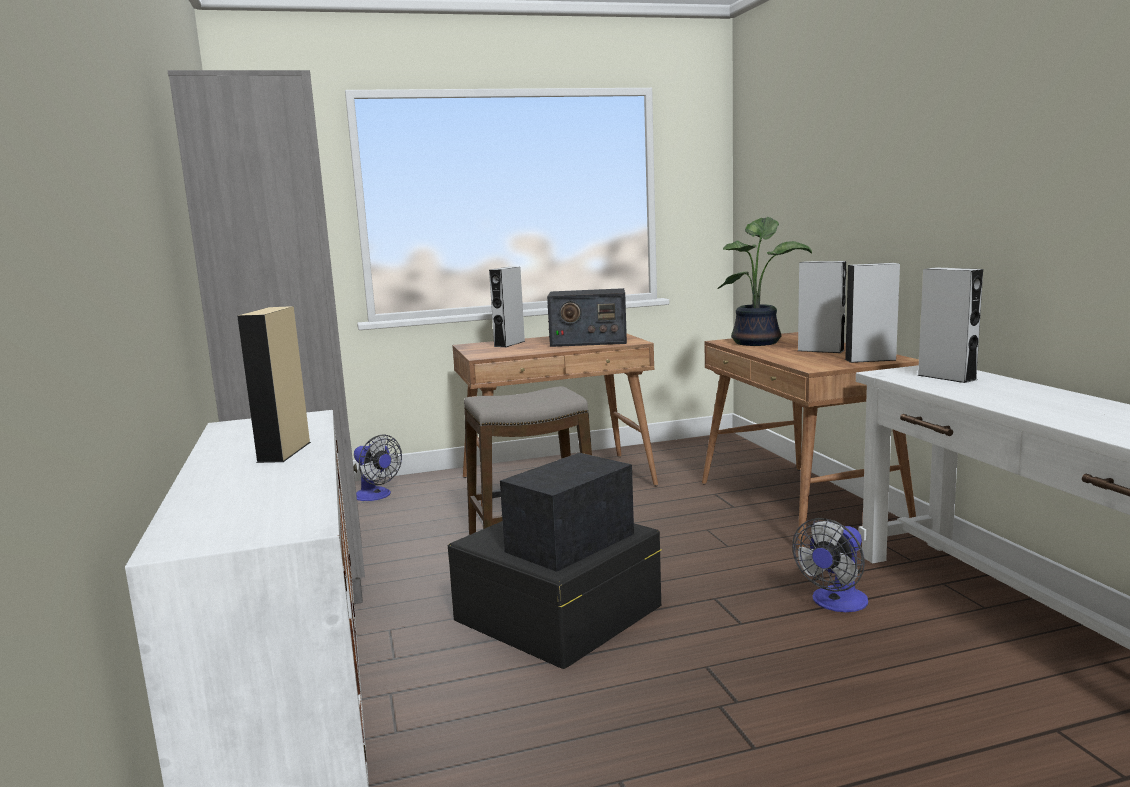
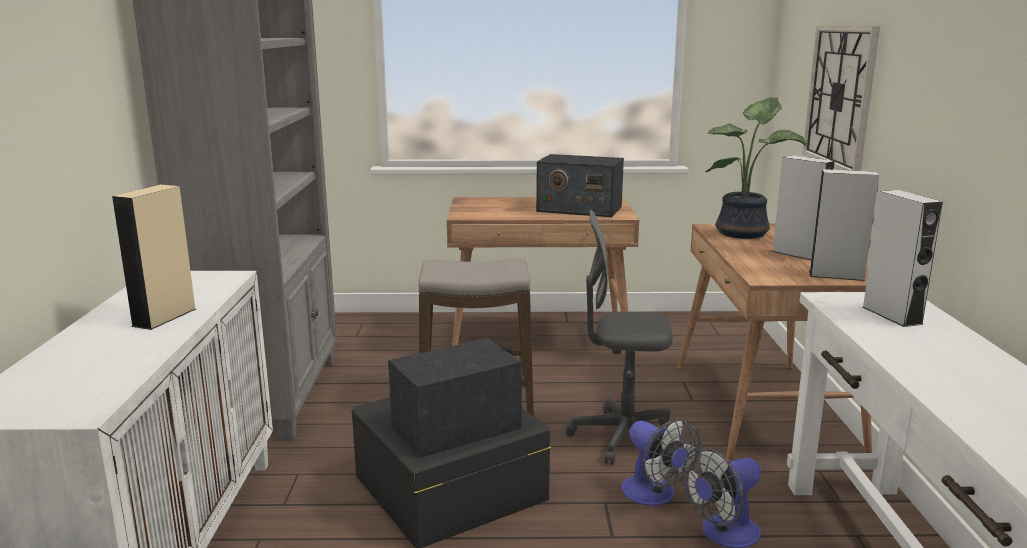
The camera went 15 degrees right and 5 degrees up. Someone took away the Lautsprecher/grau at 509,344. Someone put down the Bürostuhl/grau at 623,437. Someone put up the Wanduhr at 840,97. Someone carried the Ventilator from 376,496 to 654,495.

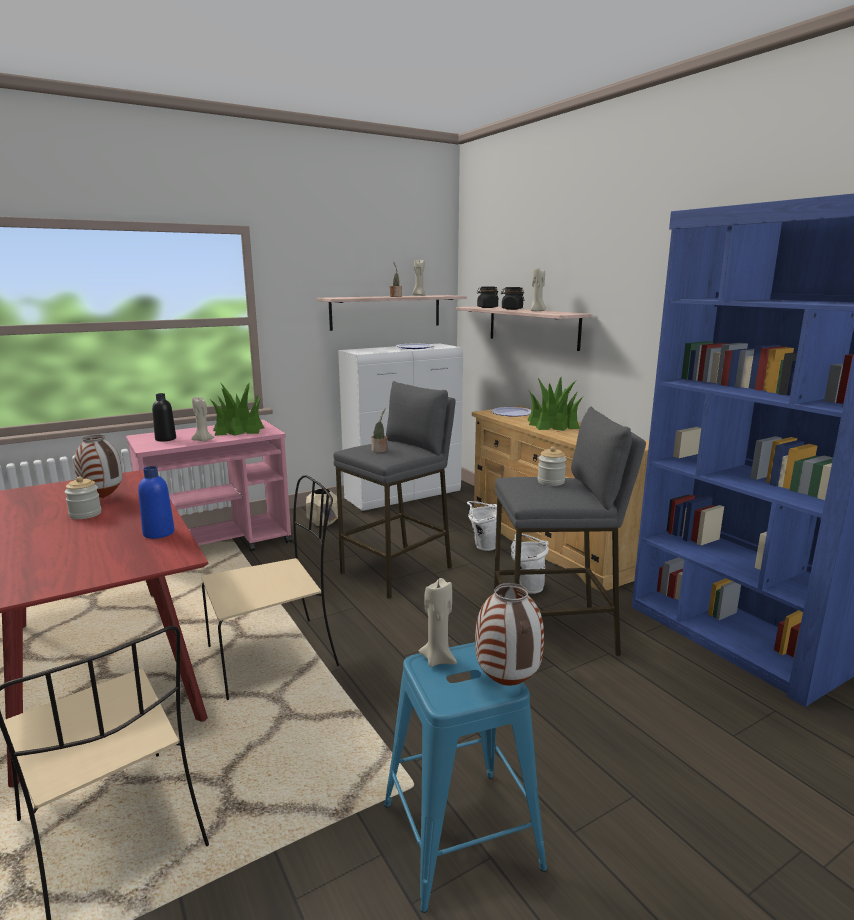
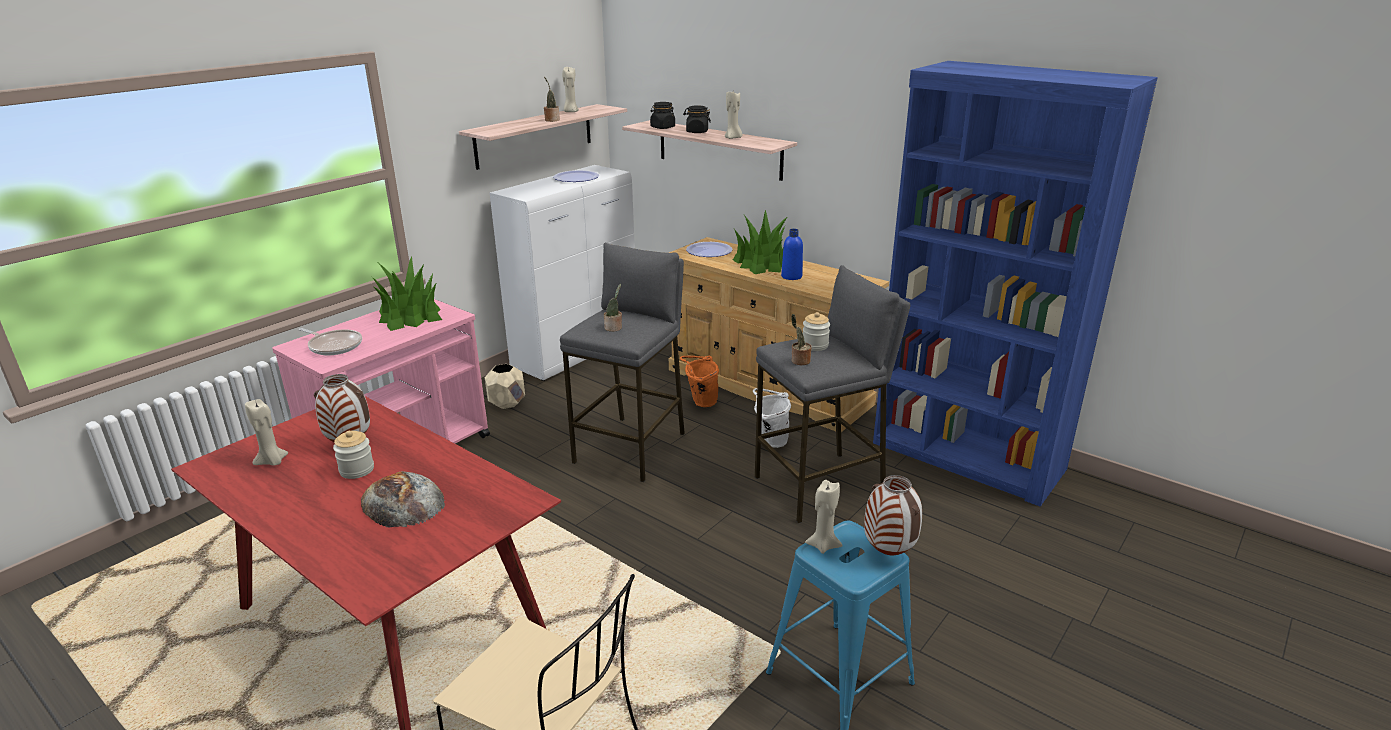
The camera went 20 degrees left and 10 degrees up. Someone took away the Stuhl/beige at 276,656. Someone put down the Brot at 402,502. Someone put down the Topfpflanze at 799,361. Someone carried the Flasche/blau from 159,533 to 791,276. Someone carried the Kerze/beige from 203,440 to 272,462. Someone swapped the Flasche/schwarz at 165,439 for the Pfanne at 334,346. Someone repainted the Eimer/weiß at 482,546, which became the Eimer/orange at 700,402.

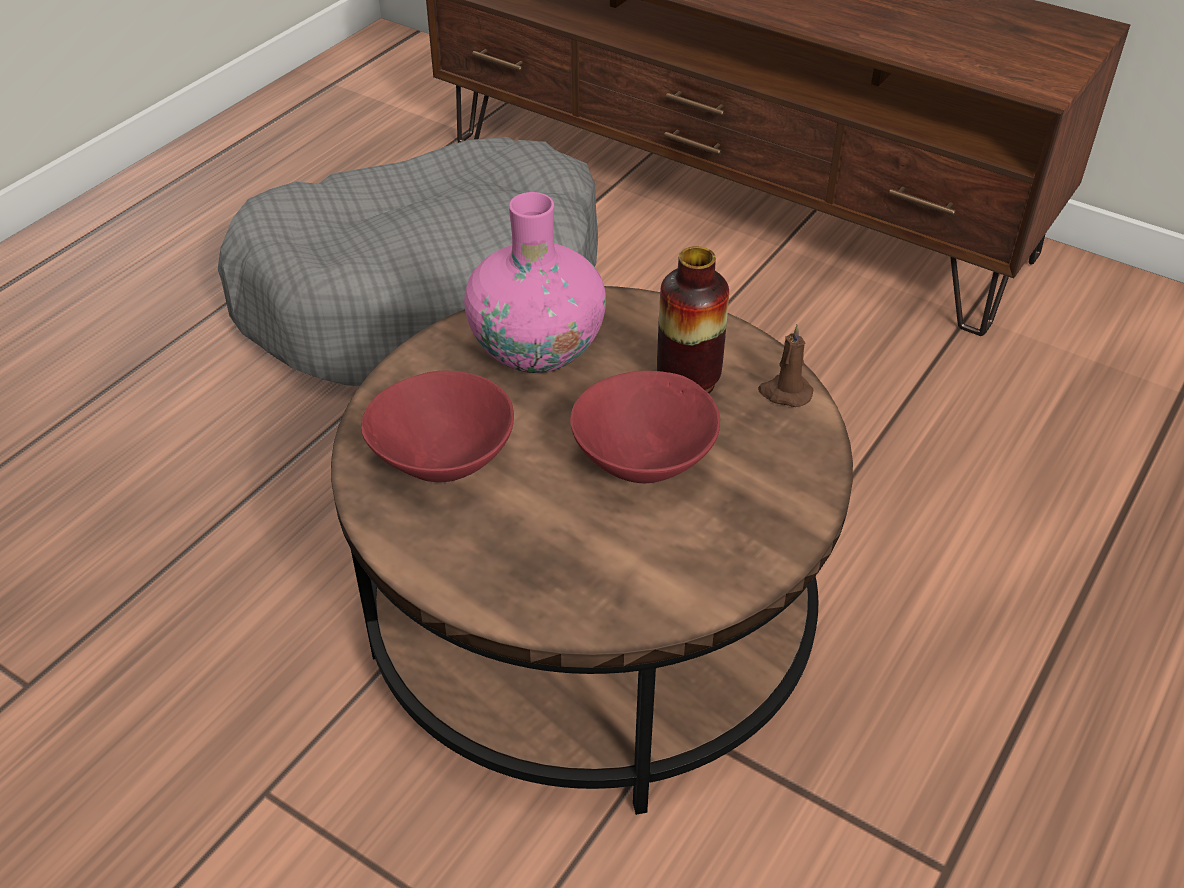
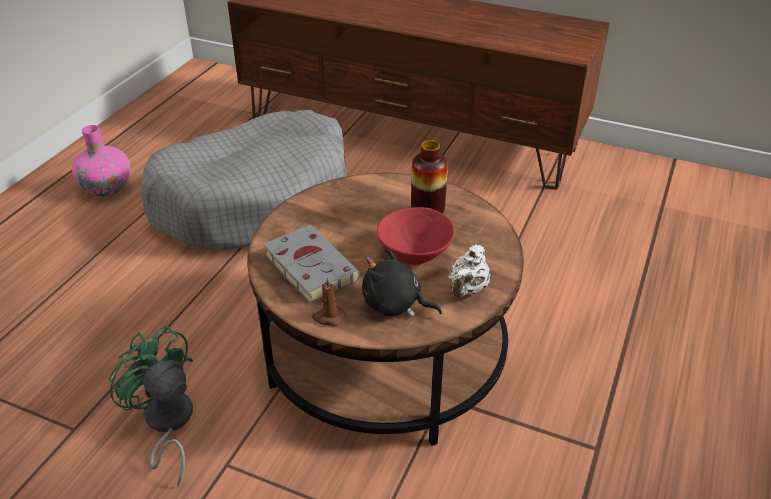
The camera went 10 degrees left and 5 degrees down. Someone put down the Ventilator/grün at 166,424. Someone put down the Plüschtier/schwarz at 395,305. Someone put down the Teekanne/weiß at 467,290. Someone carried the Vase/rosa from 537,348 to 107,188. Someone carried the Kerze/braun from 784,393 to 328,317. Someone swapped the Schüssel/rot at 442,461 for the Buch/grau at 308,266.

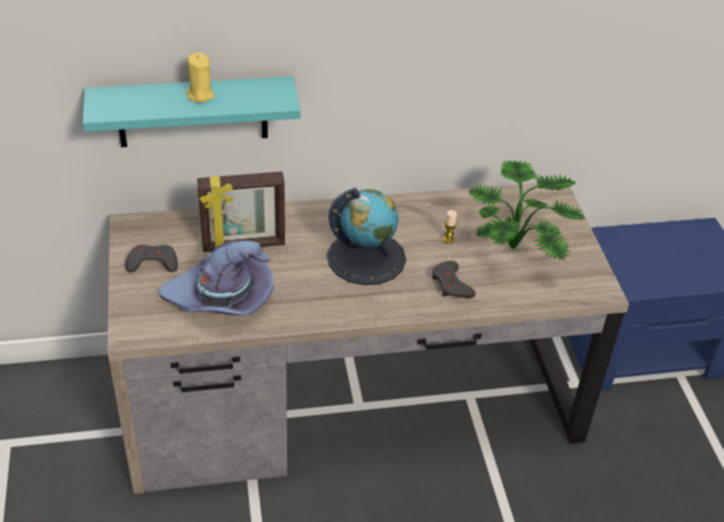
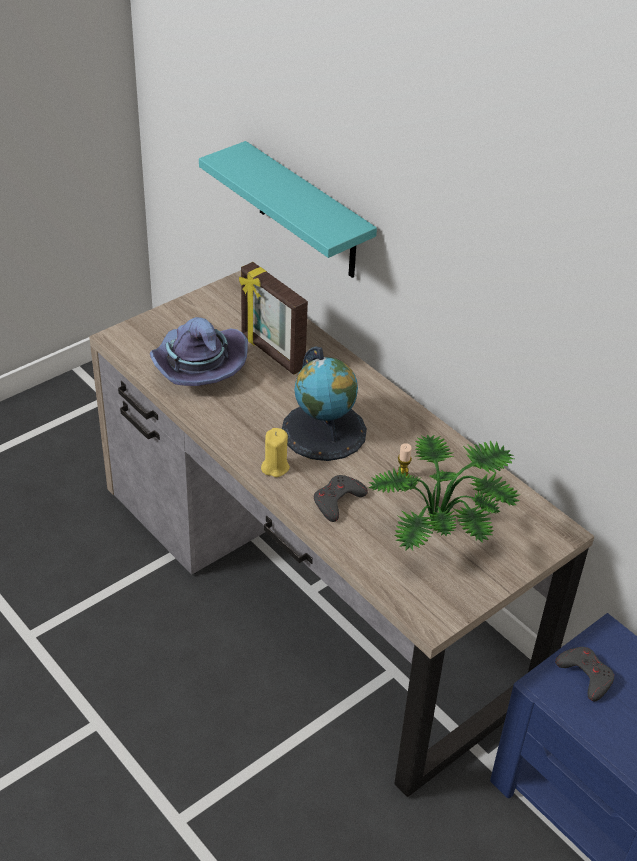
The camera went 60 degrees right and 0 degrees up. Someone carried the Gamepad/grau from 152,263 to 585,675. Someone carried the Kerze/gelb from 200,95 to 275,467.

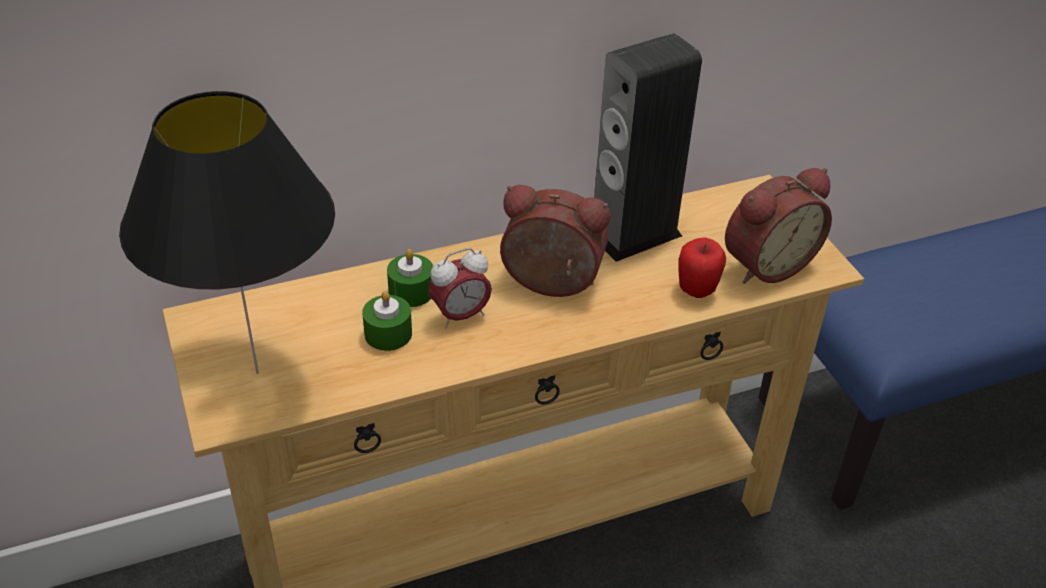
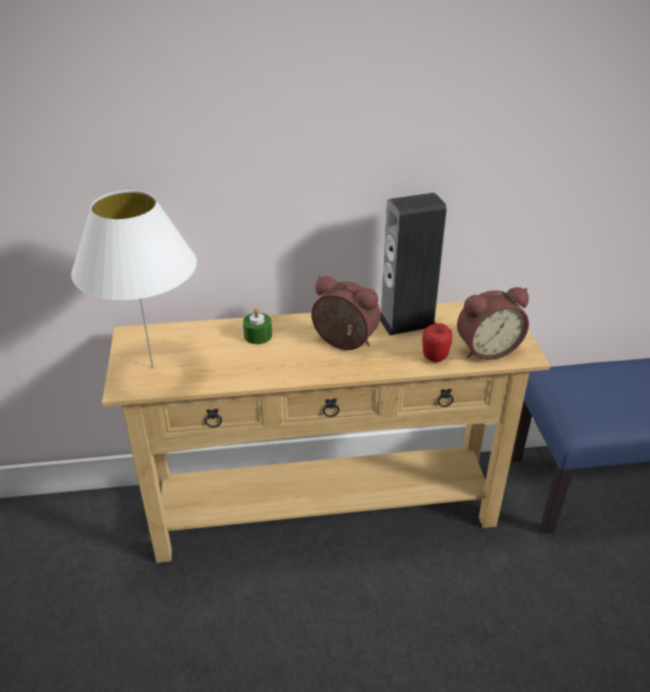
The camera went 15 degrees right and 5 degrees down. Someone took away the Kerze/grün at 388,334. Someone took away the Wecker at 460,316. Someone repainted the Tischlampe/schwarz at 256,372, which became the Tischlampe/weiß at 152,366.

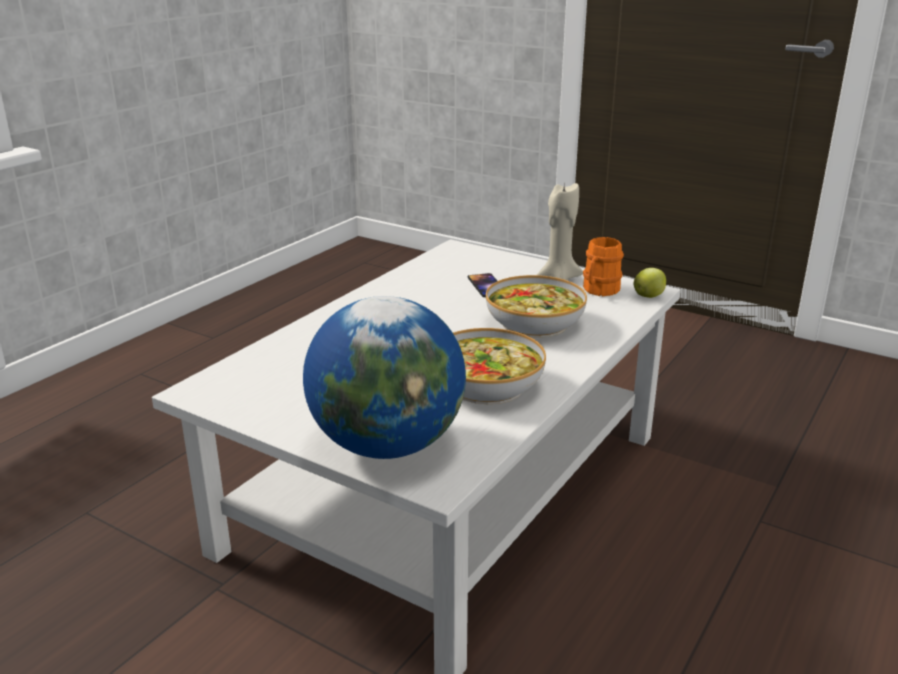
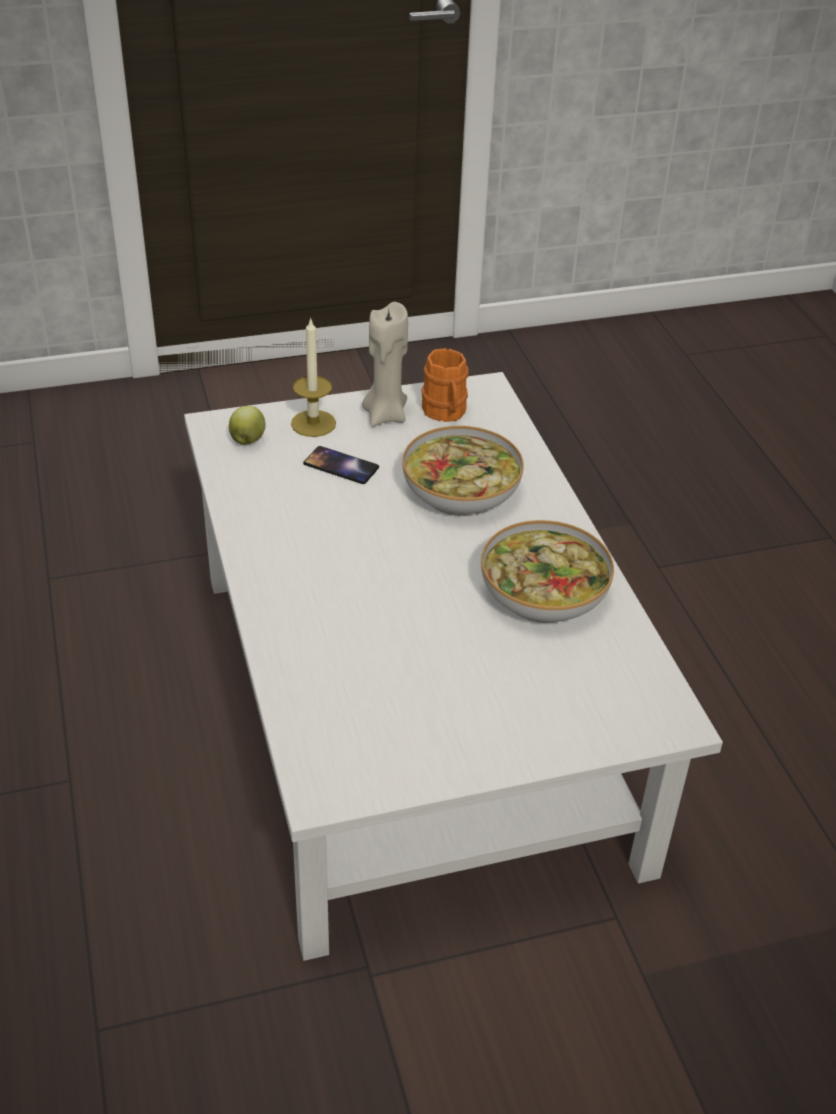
The camera went 50 degrees left and 15 degrees up. Someone took away the Globus at 387,445. Someone put down the Kerze at 313,423. Someone carried the Apfel from 649,296 to 248,440.

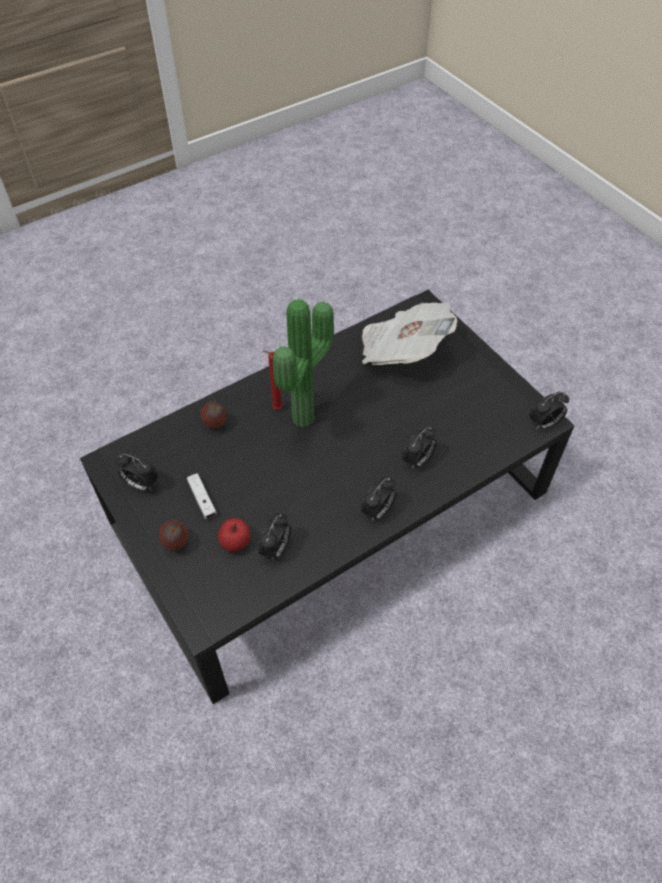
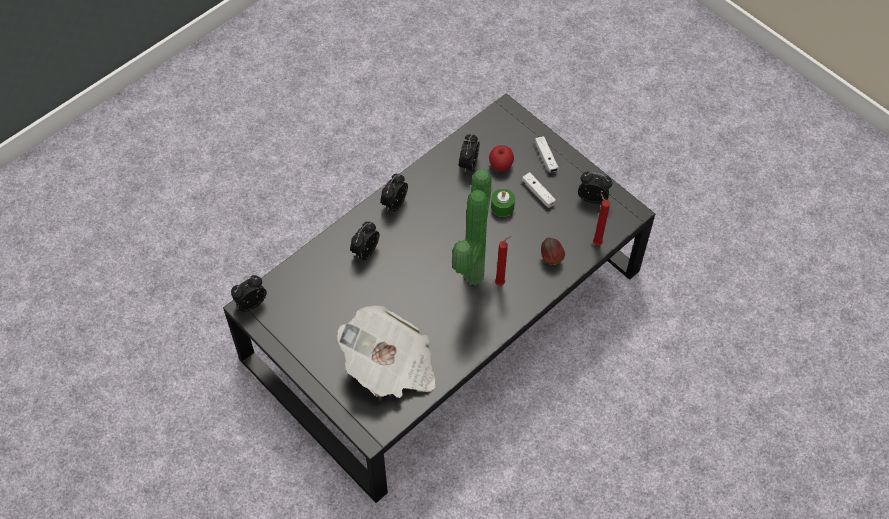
The camera went 170 degrees right and 5 degrees up. Someone put down the Kerze/grün at 502,207. Someone put down the Kerze/rot at 596,242. Someone swapped the Apfel at 176,544 for the Gamepad/weiß at 546,157.

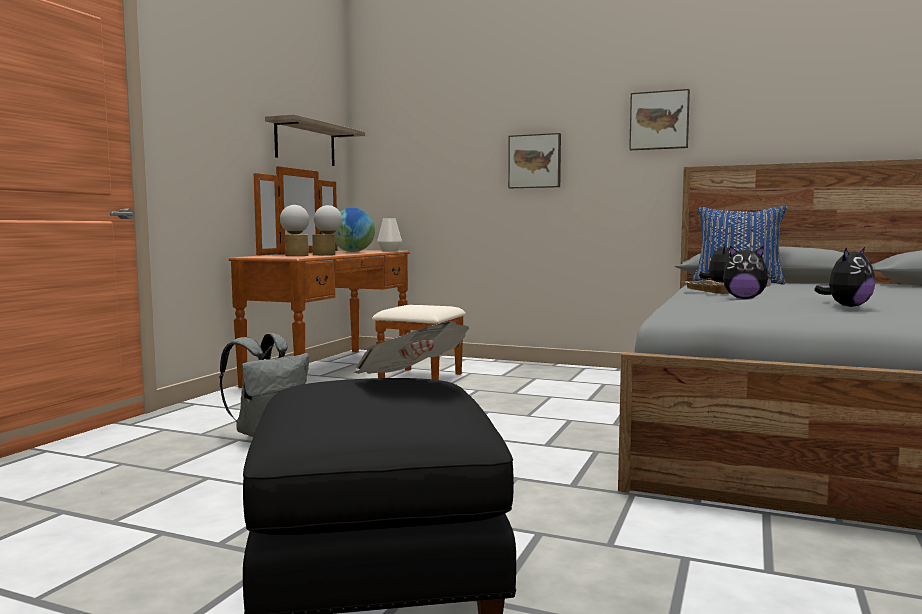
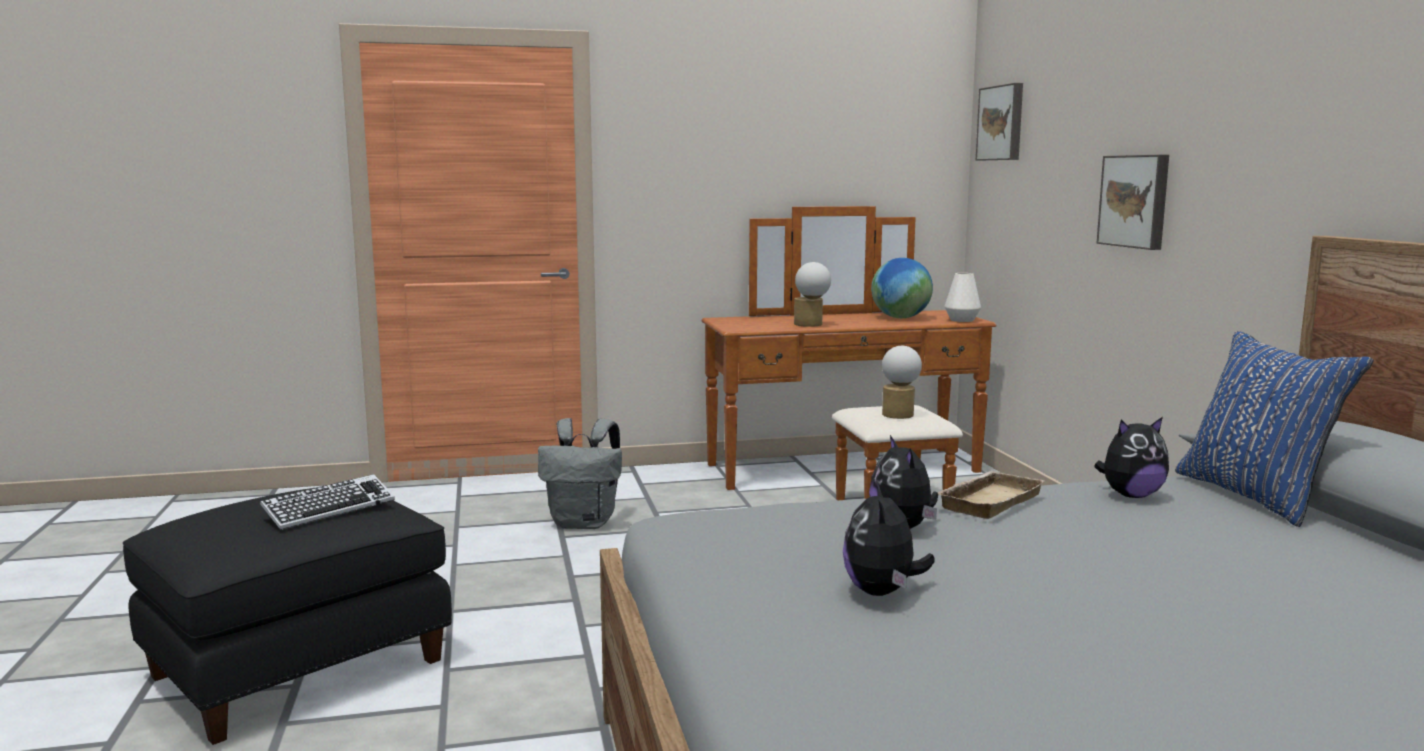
The camera went 55 degrees right and 5 degrees up. Someone took away the Wandregal at 305,143. Someone carried the Tischlampe from 296,255 to 899,414. Someone carried the Bild from 659,120 to 1002,123. Someone swapped the Zeitung at 411,381 for the Tastatur at 329,509. Someone rotated the Plüschtier at 847,306 by 75 degrees clockwise.

